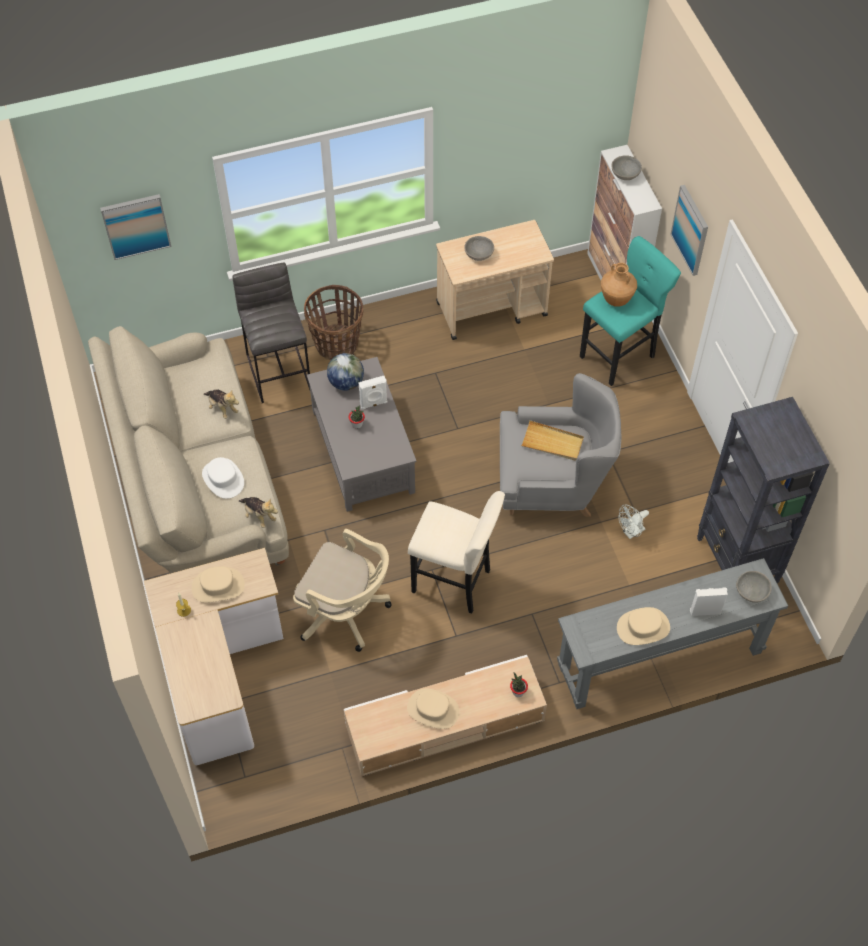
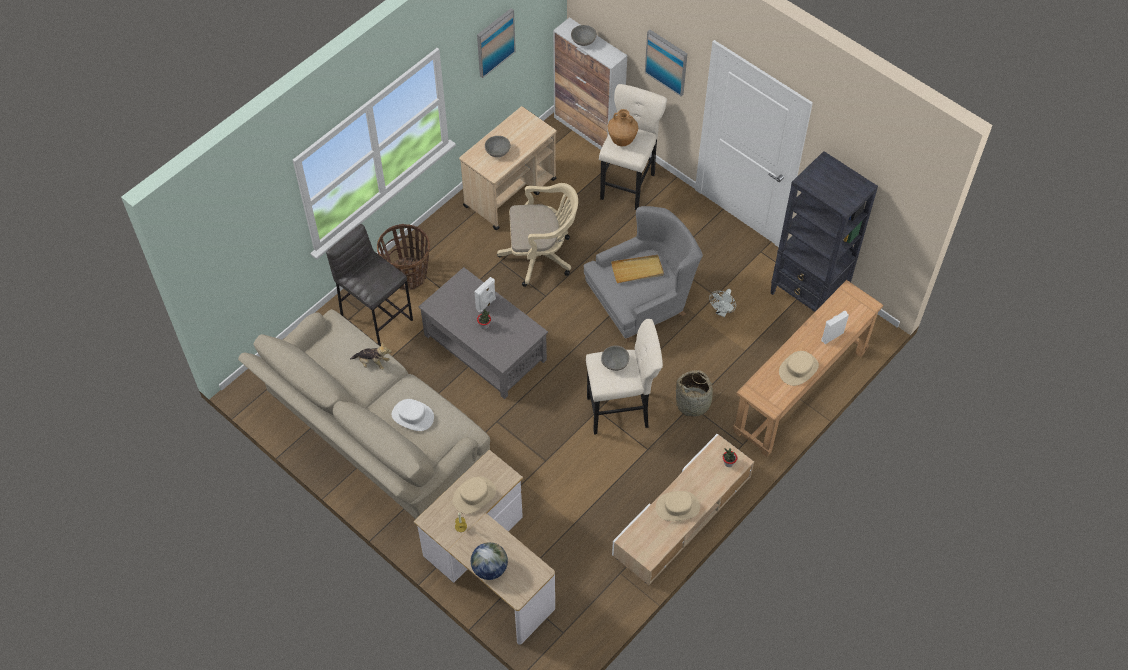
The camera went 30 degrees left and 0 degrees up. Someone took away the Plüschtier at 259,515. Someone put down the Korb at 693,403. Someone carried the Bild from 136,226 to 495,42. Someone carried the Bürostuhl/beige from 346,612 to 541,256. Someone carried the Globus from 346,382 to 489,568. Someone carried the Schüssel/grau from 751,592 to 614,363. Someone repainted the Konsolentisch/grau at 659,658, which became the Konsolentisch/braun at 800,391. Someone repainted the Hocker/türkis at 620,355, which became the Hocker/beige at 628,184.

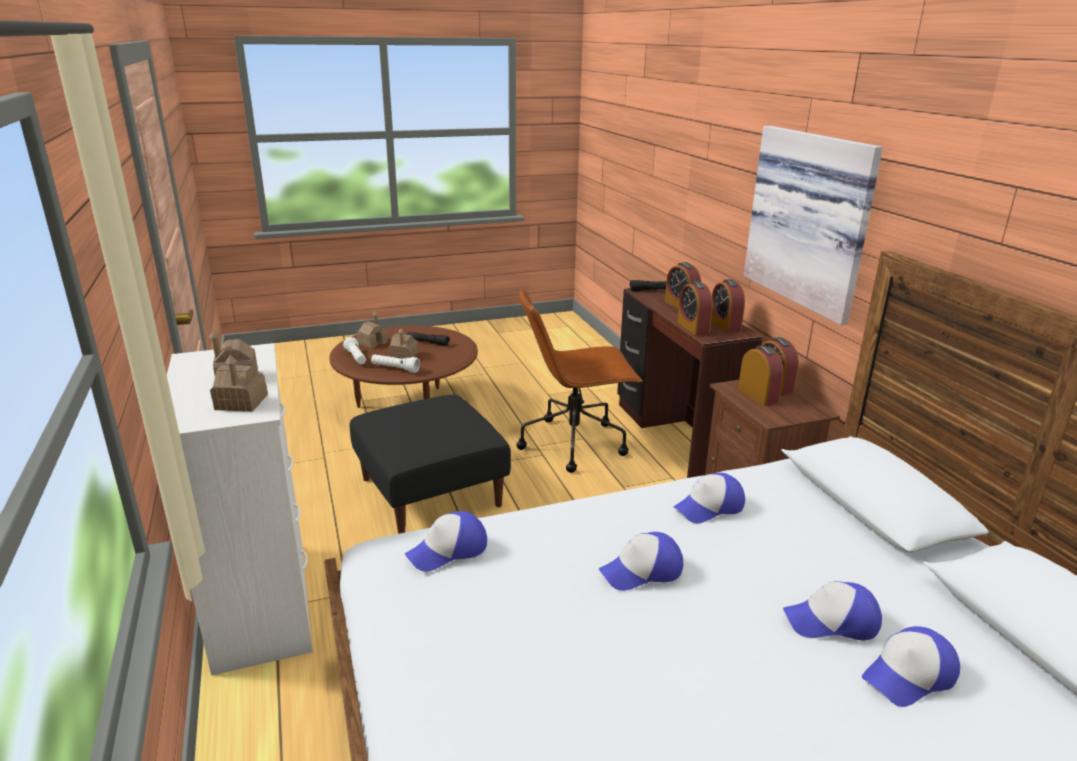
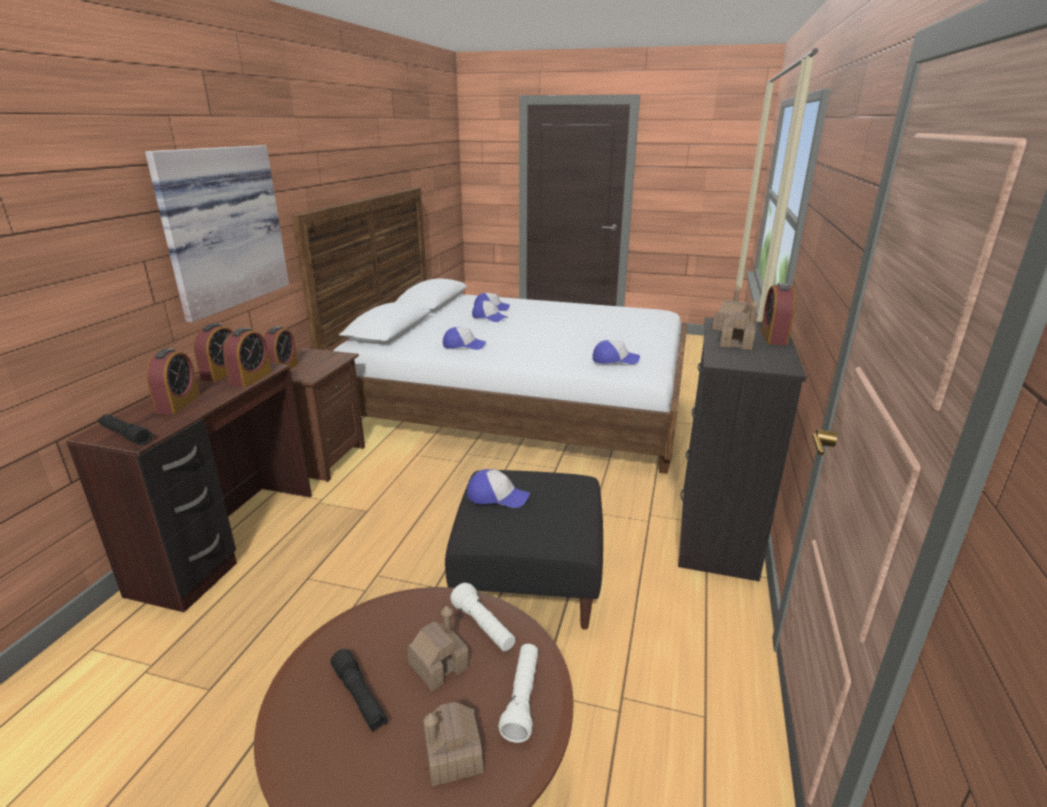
The camera went 145 degrees left and 0 degrees up. Someone took away the Bürostuhl/braun at 575,443. Someone carried the Kappe from 642,571 to 497,496. Someone carried the Wecker from 758,395 to 773,337. Someone repainted the Kommode/weiß at 263,602, which became the Kommode/schwarz at 716,531.

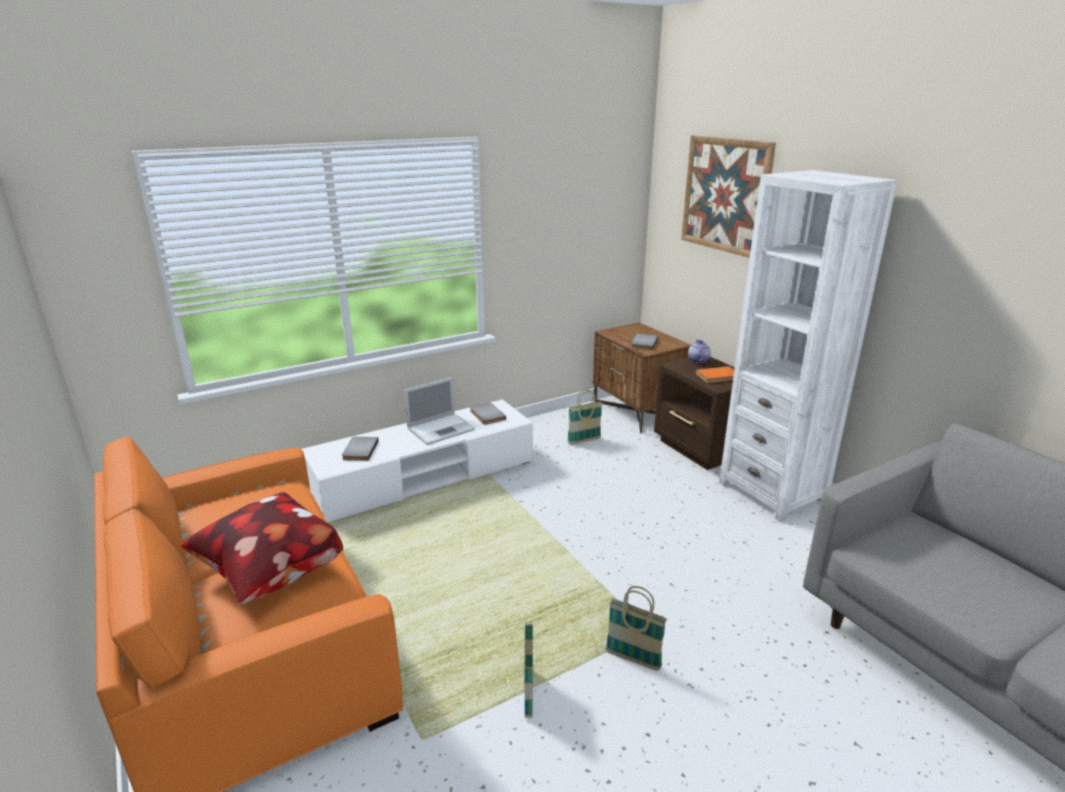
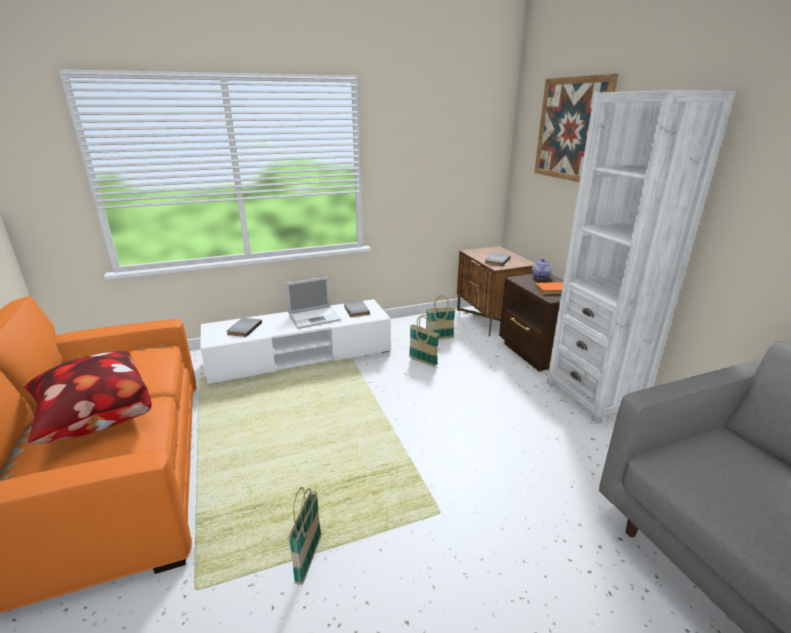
The camera went 10 degrees right and 0 degrees up. Someone carried the Korb from 633,659 to 423,361.

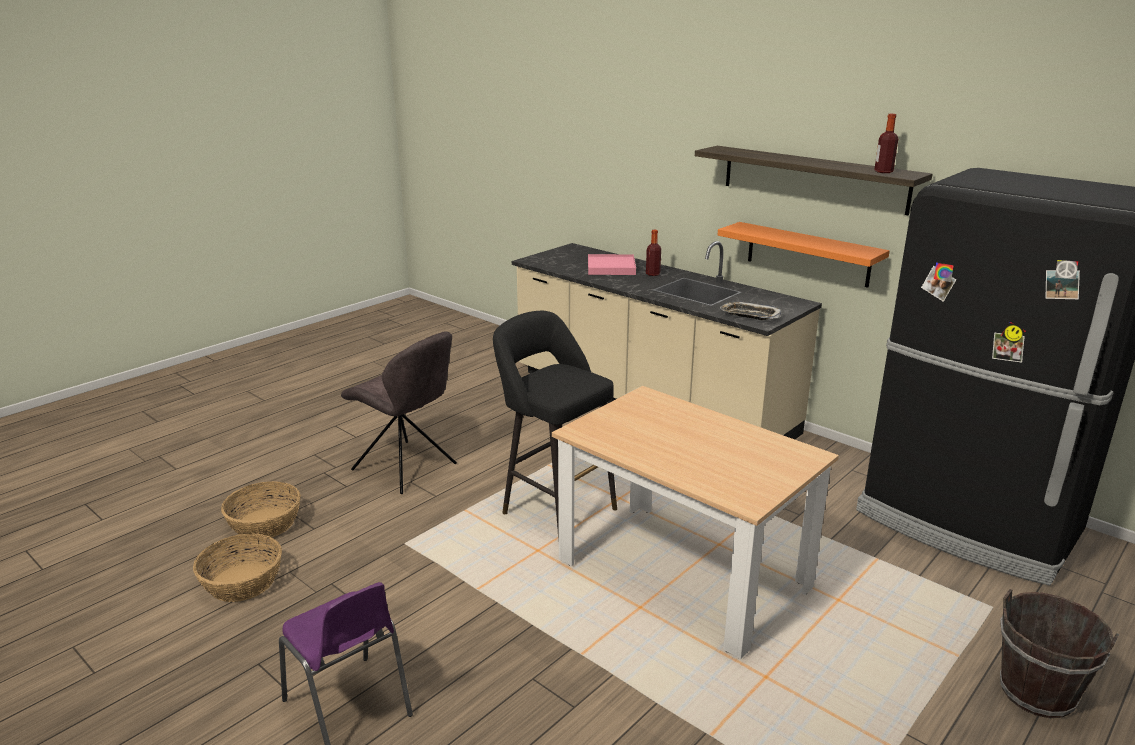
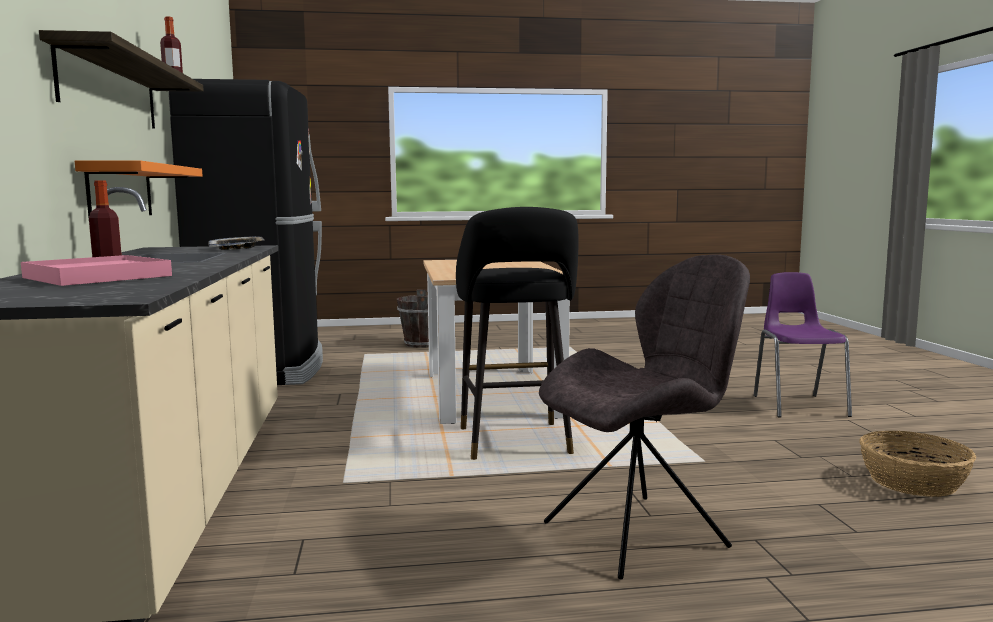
The camera went 140 degrees left and 15 degrees down. Someone took away the Korb at 265,523. Someone rotated the Stuhl/grau at 407,468 by 75 degrees clockwise.

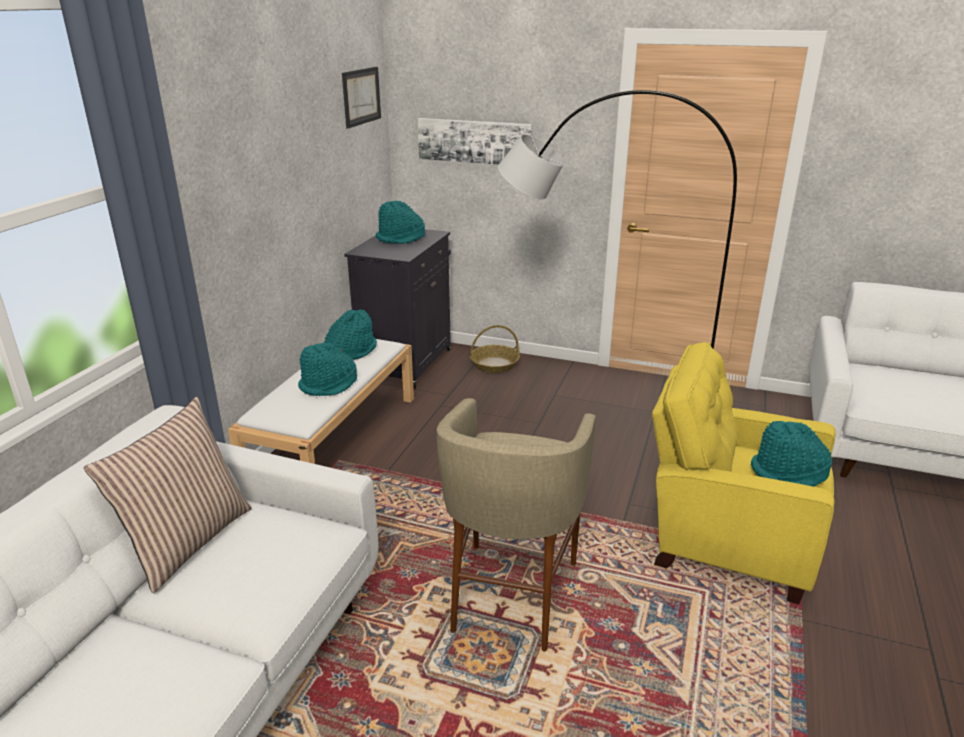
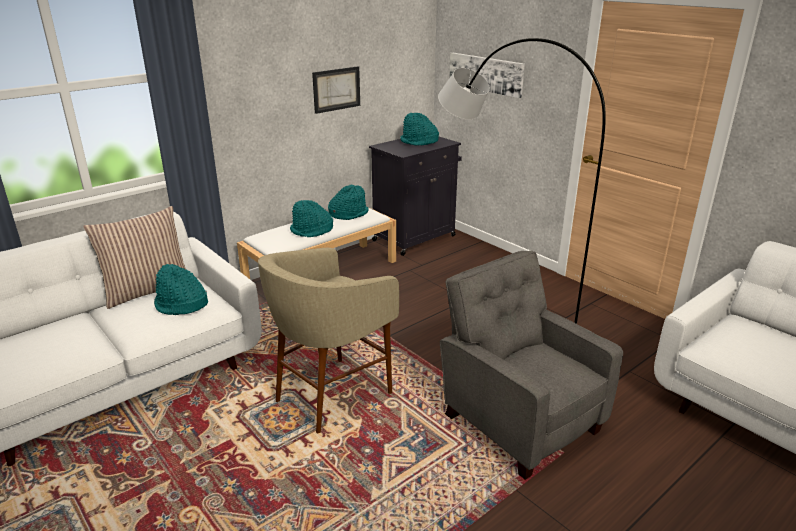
The camera went 30 degrees right and 0 degrees up. Someone took away the Korb at 494,364. Someone carried the Bild from 361,96 to 336,89. Someone carried the Hut/türkis from 788,473 to 181,305. Someone repainted the Sessel/gelb at 727,542, which became the Sessel/grau at 518,420.

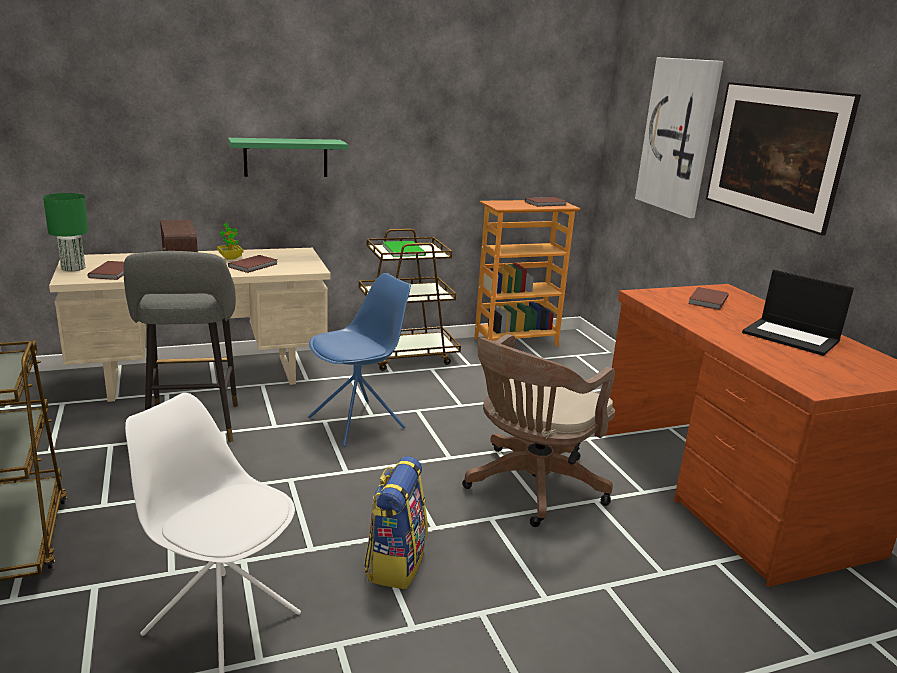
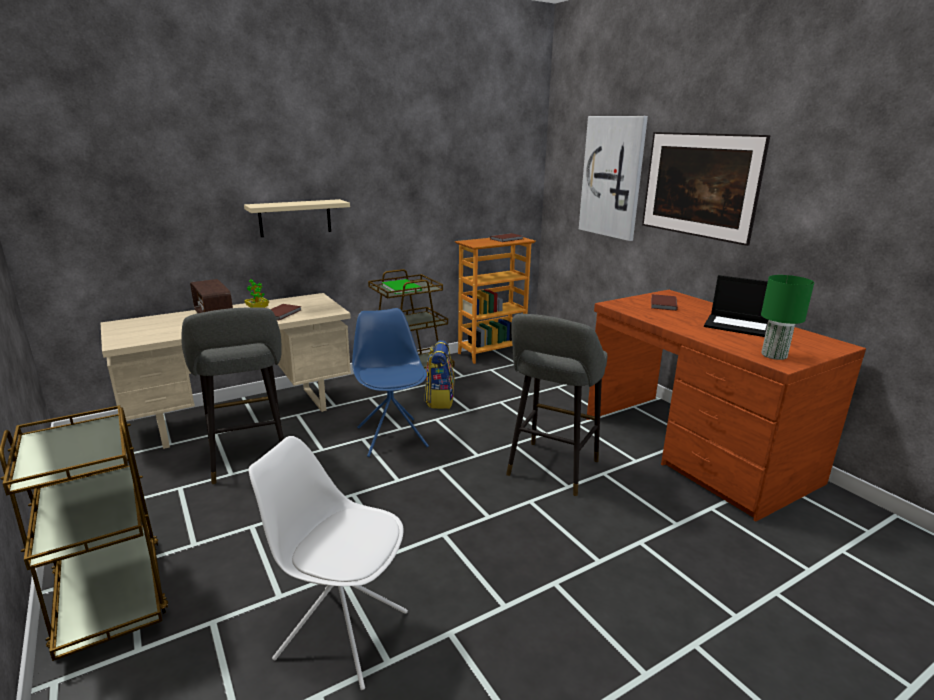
The camera went 10 degrees left and 0 degrees up. Someone took away the Buch/braun at 113,272. Someone carried the Tischlampe/grün from 73,268 to 774,355. Someone carried the Rucksack from 395,563 to 439,400. Someone swapped the Bürostuhl/braun at 531,487 for the Hocker/grau at 550,470. Someone repainted the Wandregal/grün at 286,157, which became the Wandregal/beige at 295,218. Someone rotated the Stuhl/blau at 358,422 by 60 degrees counterclockwise.

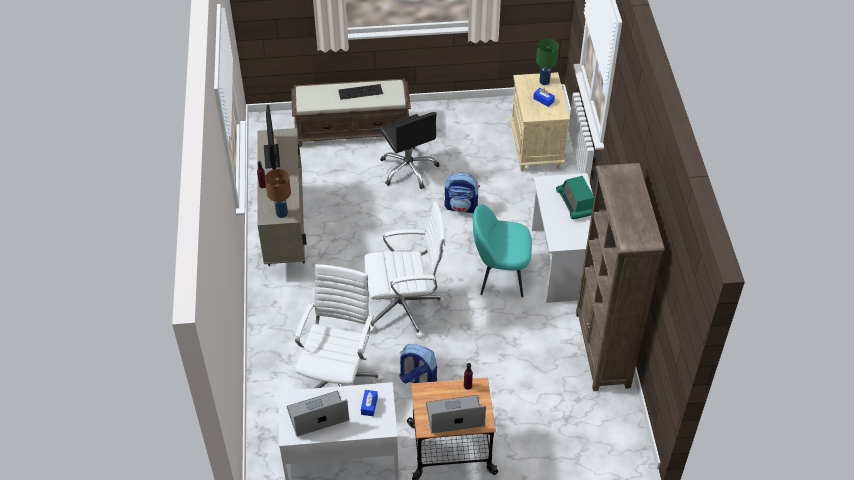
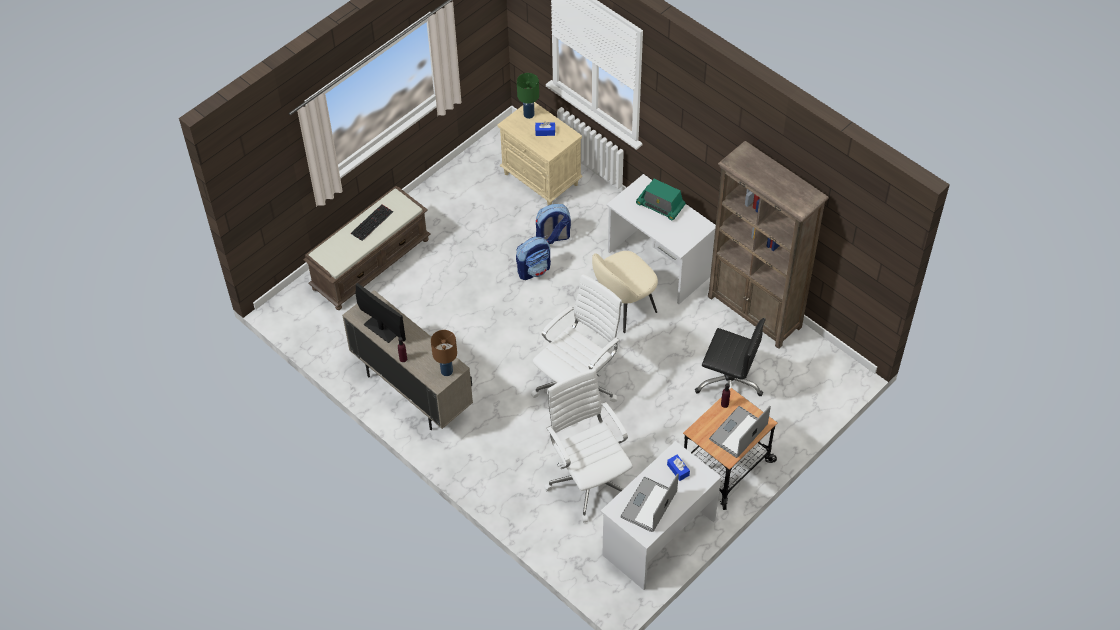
The camera went 40 degrees left and 5 degrees up. Someone carried the Bürostuhl/schwarz from 408,169 to 729,384. Someone carried the Rucksack from 417,379 to 553,237. Someone repainted the Stuhl/türkis at 500,275, which became the Stuhl/beige at 623,307.

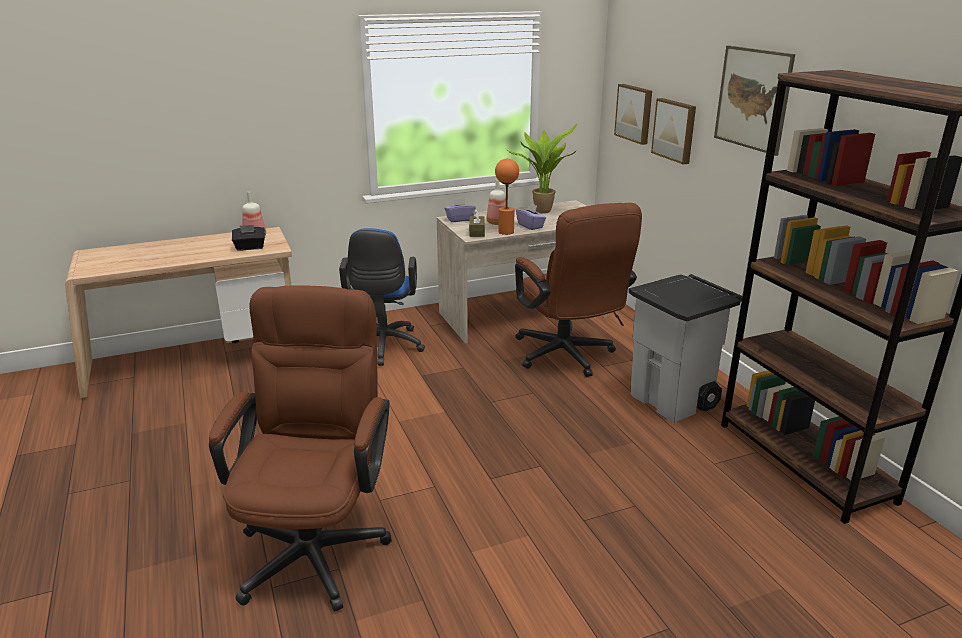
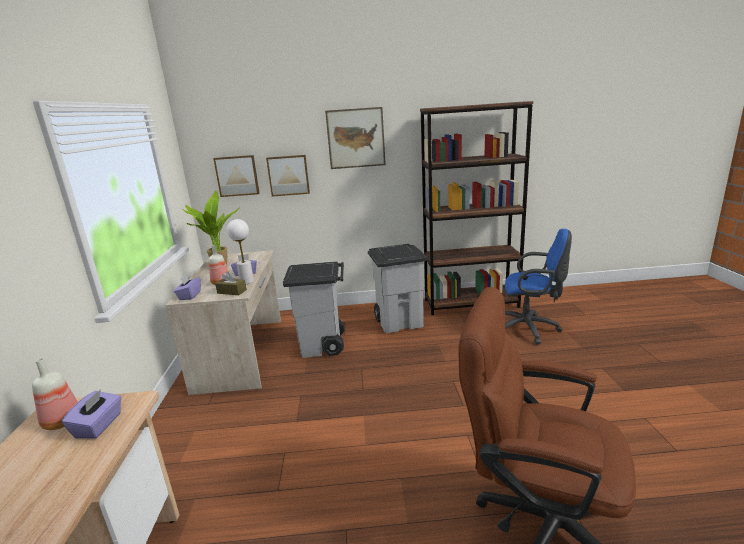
The camera went 70 degrees left and 5 degrees down. Someone carried the Bürostuhl/blau from 383,348 to 529,329. Someone swapped the Bürostuhl/braun at 567,357 for the Mülleimer/grau at 323,346. Someone repainted the Taschentuchbox/schwarz at 250,247, which became the Taschentuchbox/lila at 99,426. Someone repainted the Tischlampe/orange at 506,232, which became the Tischlampe/weiß at 247,282.

